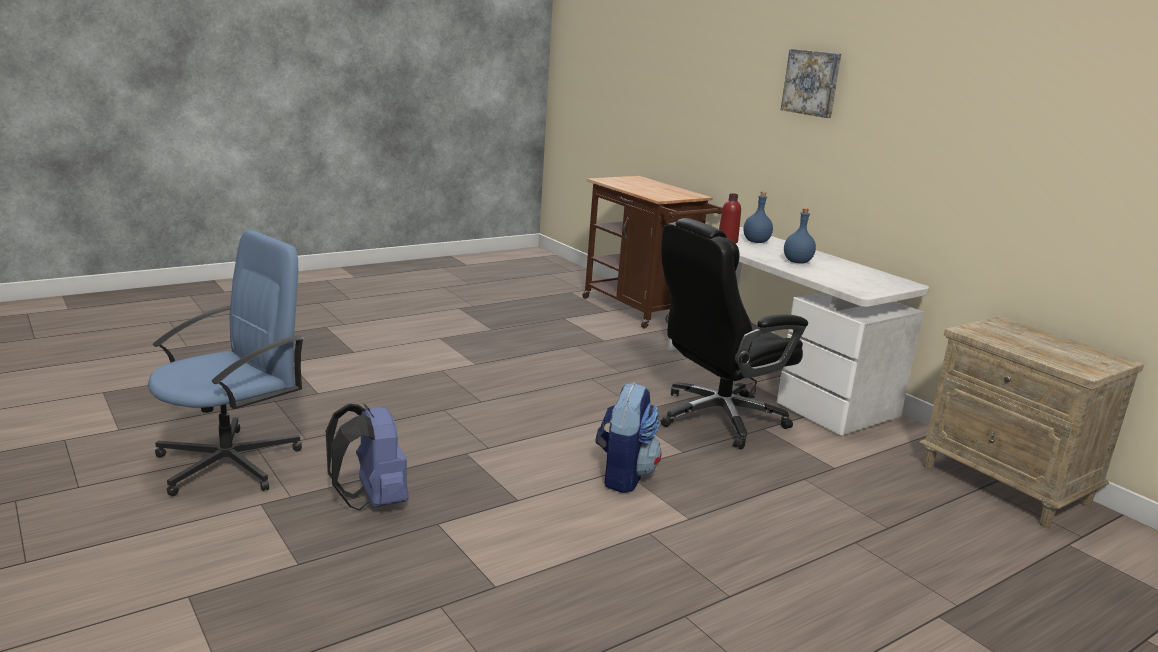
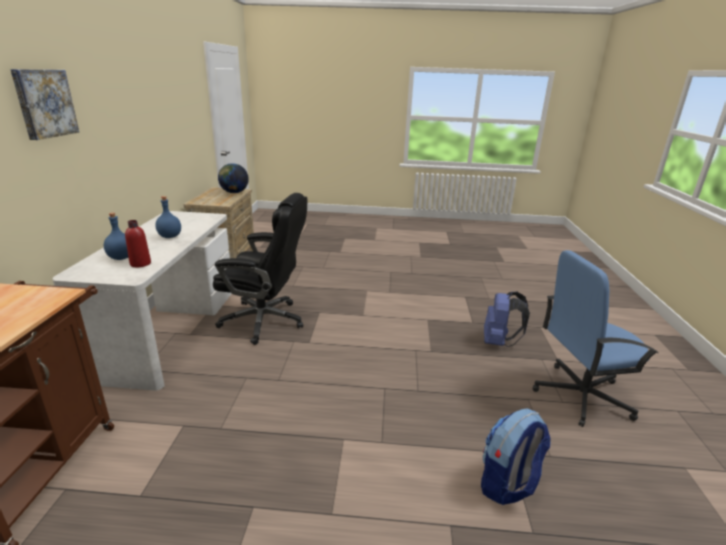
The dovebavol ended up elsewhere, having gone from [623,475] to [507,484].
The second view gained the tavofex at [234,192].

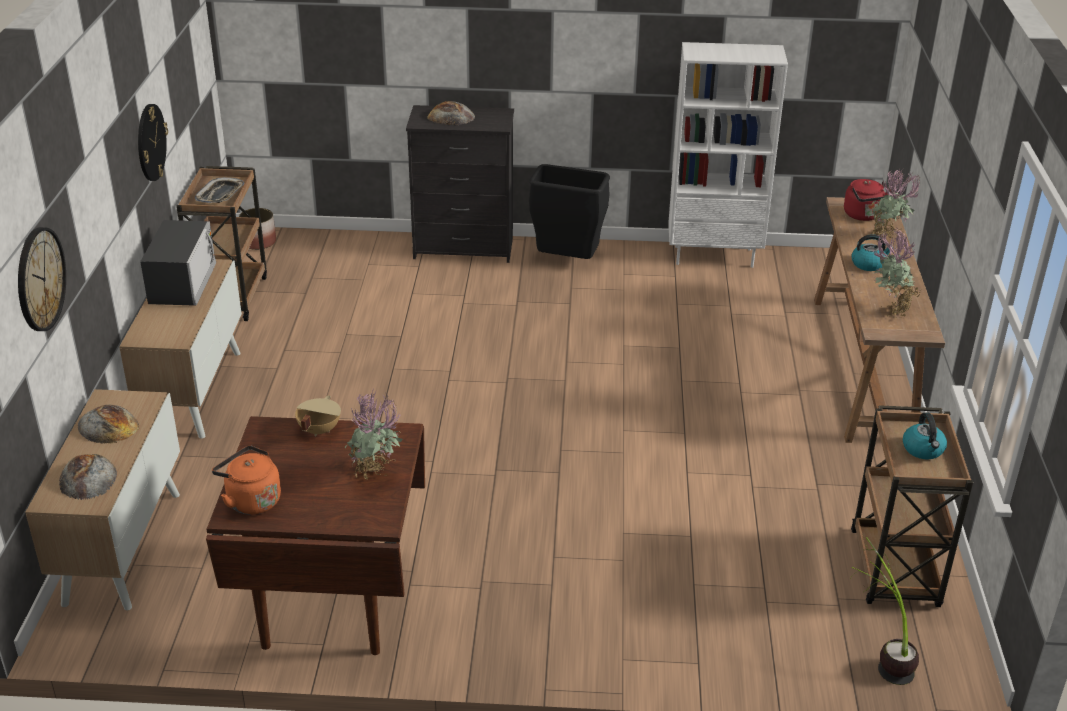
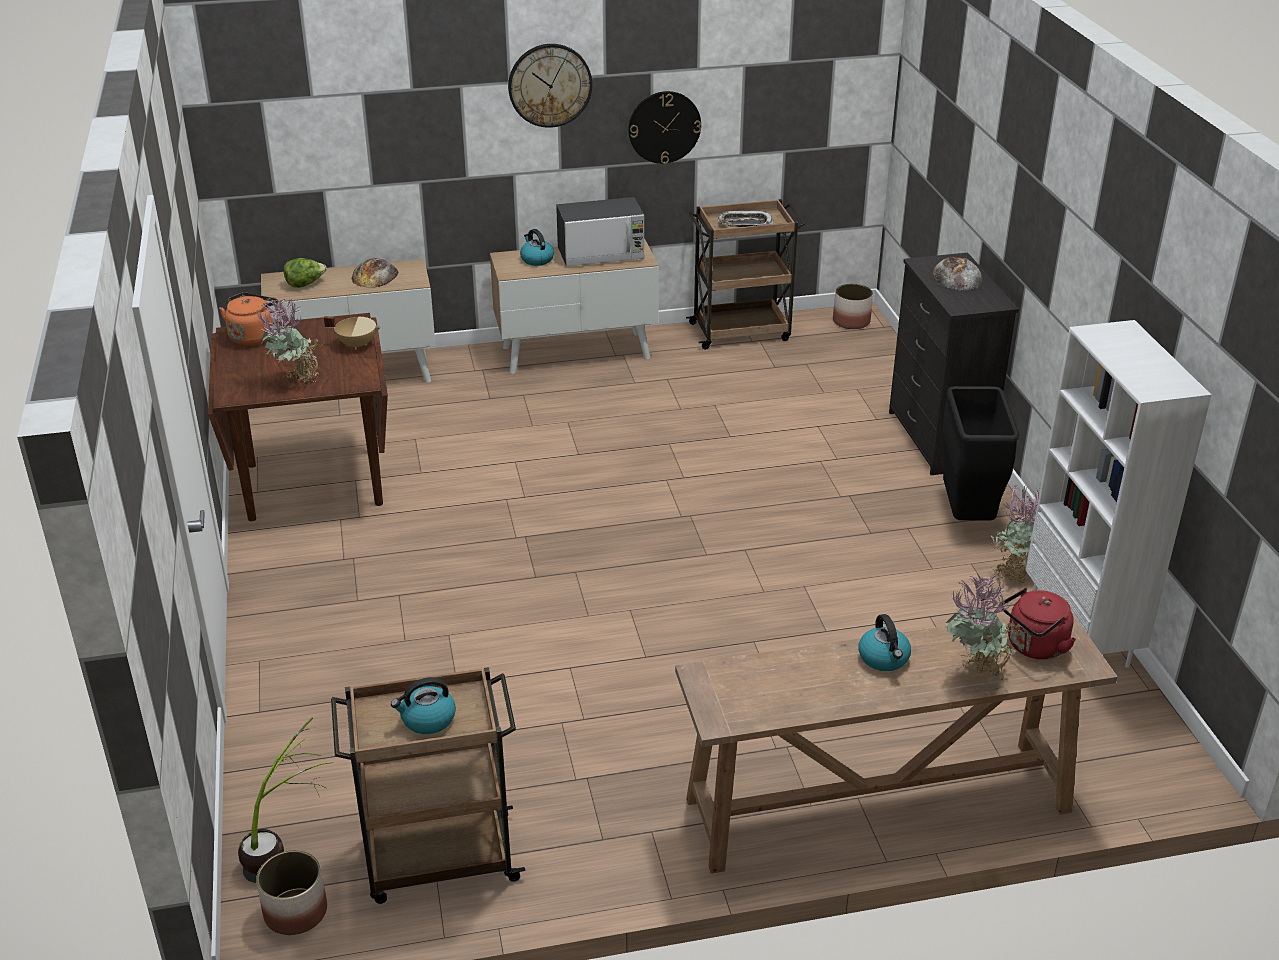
The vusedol ended up elsewhere, having gone from [40,279] to [550,85].
Where the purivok stood at [87,478], the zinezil came to stand at [305,284].
The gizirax ended up elsewhere, having gone from [889,310] to [1012,573].
The second view gained the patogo at [296,912].
The second view gained the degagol at [536,259].

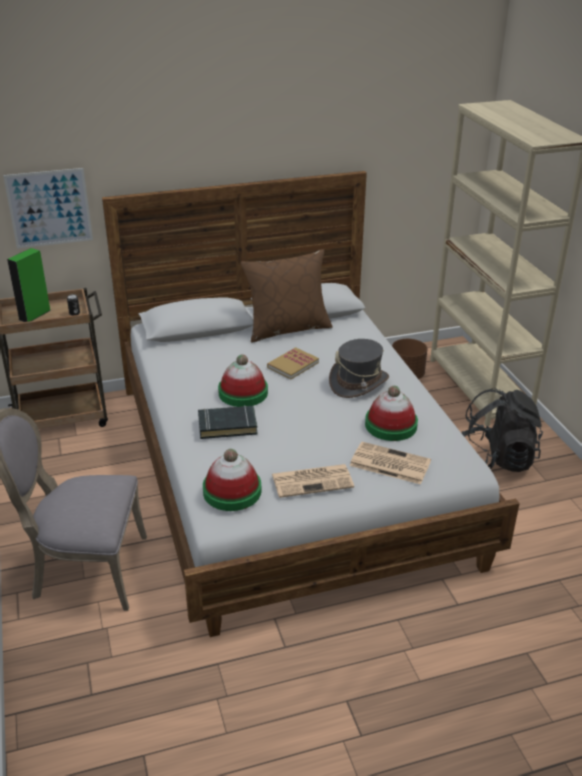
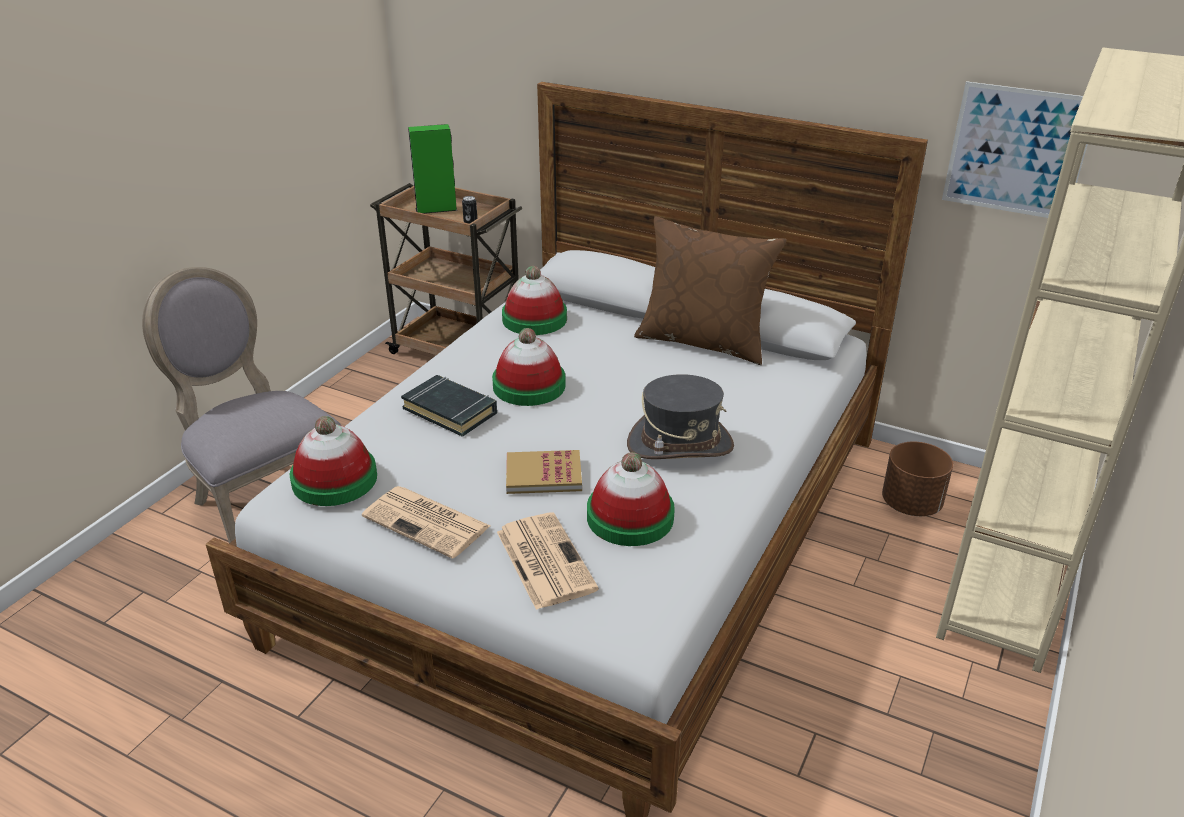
The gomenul ended up elsewhere, having gone from [49,208] to [1016,151].
The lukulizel ended up elsewhere, having gone from [293,365] to [543,474].
The second view lost the black dovebavol at [495,460].
The second view gained the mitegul at [534,319].

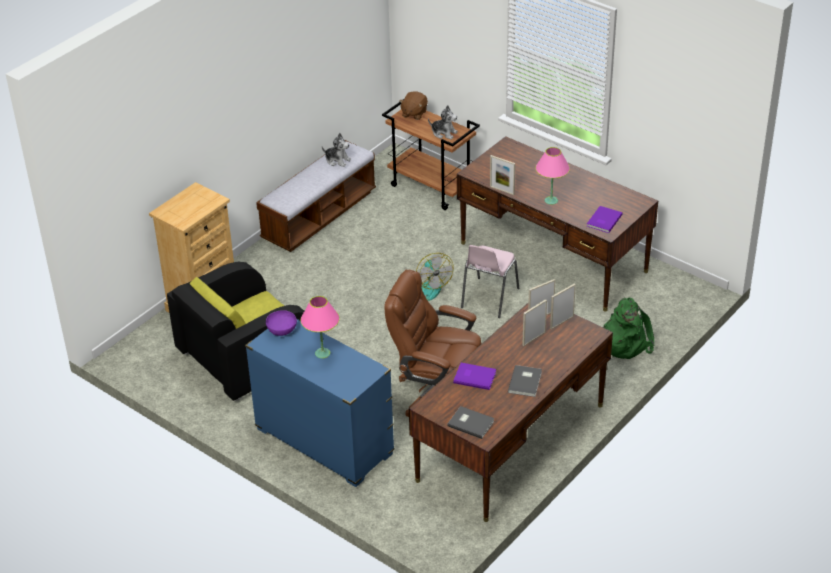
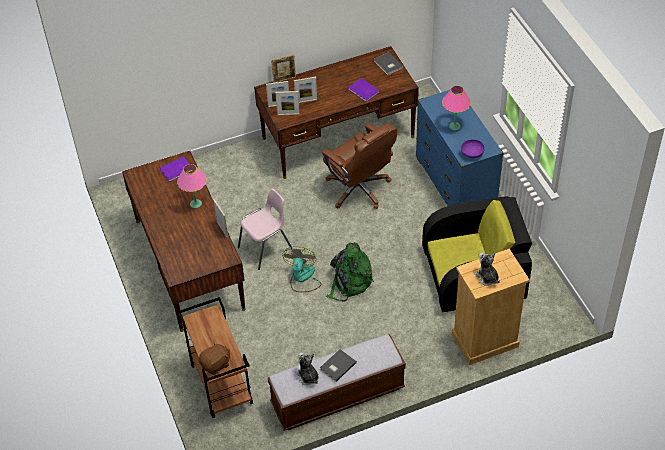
The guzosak ended up elsewhere, having gone from [444,133] to [487,277].
The grey lukulizel ended up elsewhere, having gone from [526,382] to [337,366].
The green dovebavol ended up elsewhere, having gone from [624,341] to [349,282].
The second view gained the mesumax at [284,79].

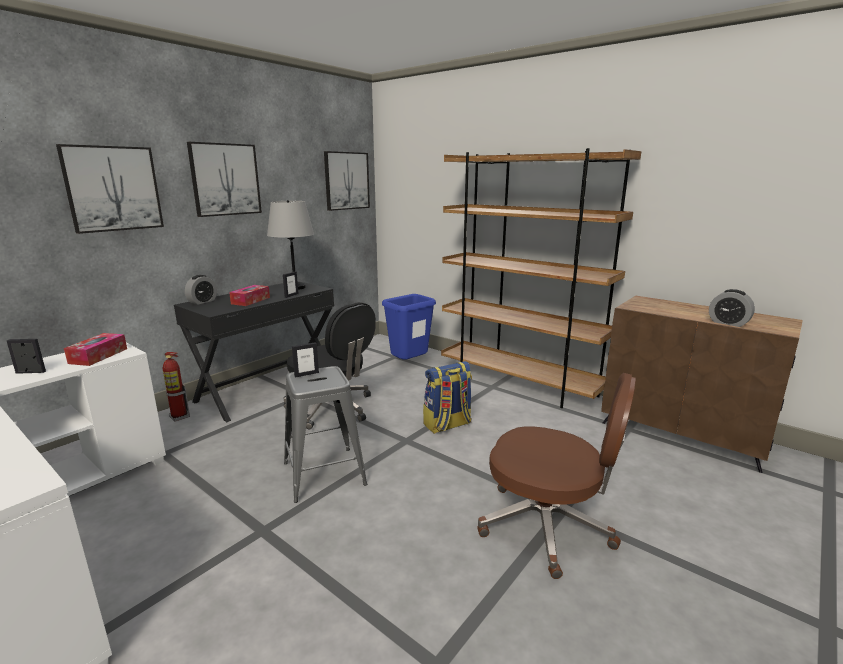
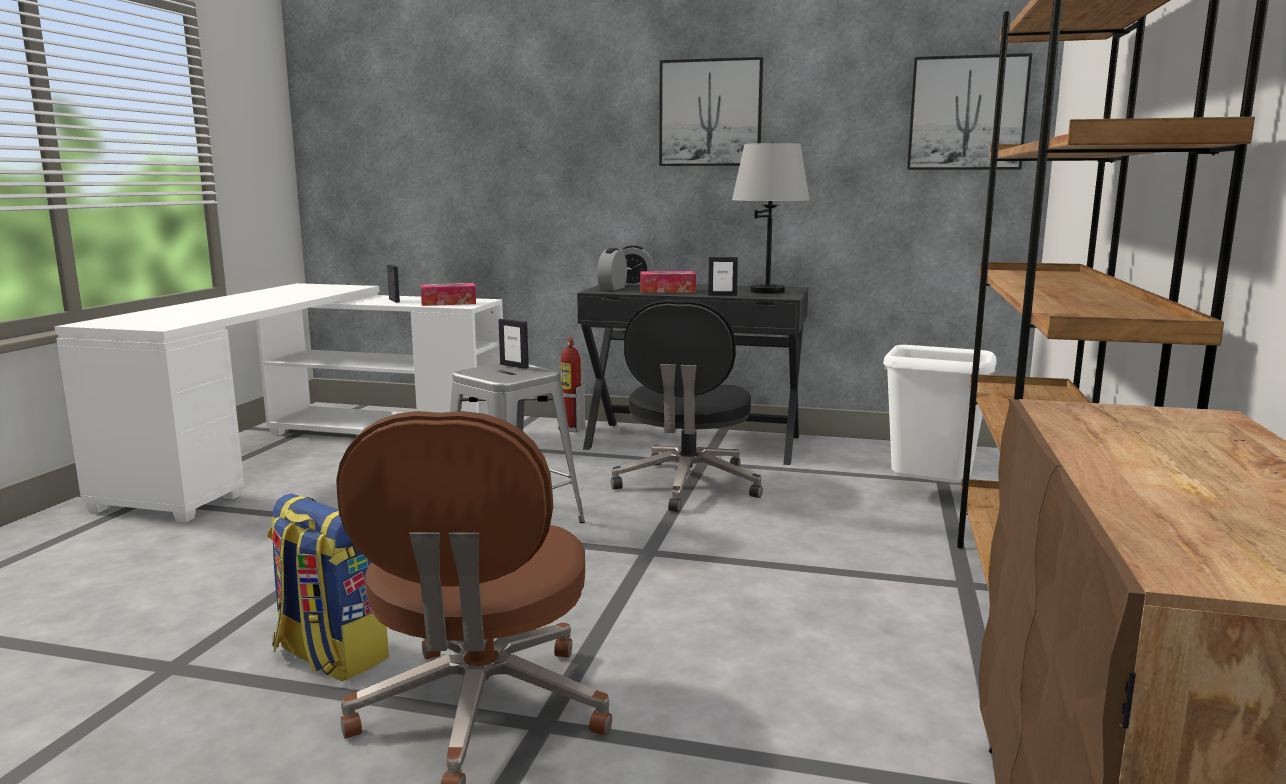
The second view lost the gomenul at [113,189].
What was the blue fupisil at [409,364] turned into the white fupisil at [930,497].
The dovebavol ended up elsewhere, having gone from [447,425] to [329,656].
The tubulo ended up elsewhere, having gone from [728,323] to [612,288].

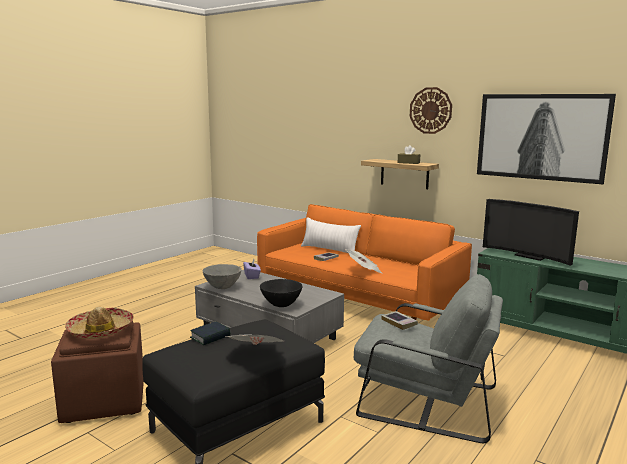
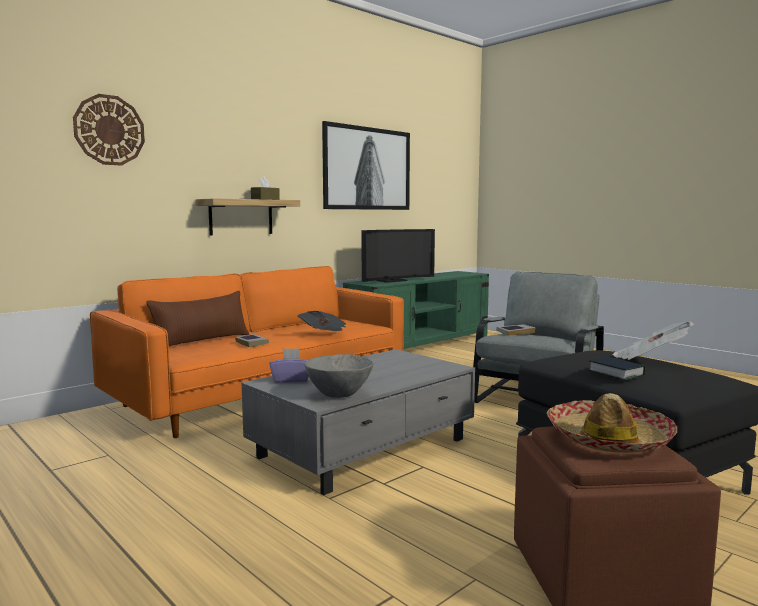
The second view lost the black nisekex at [281,305].
What was the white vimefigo at [329,250] turned into the brown vimefigo at [202,341].
The vusedol ended up elsewhere, having gone from [430,110] to [109,130].

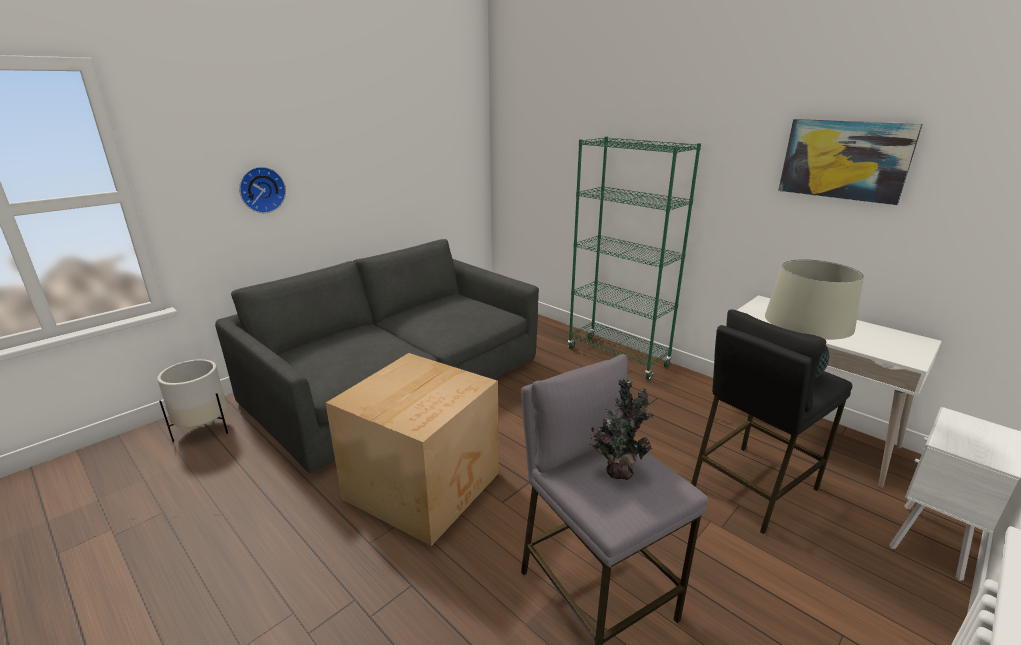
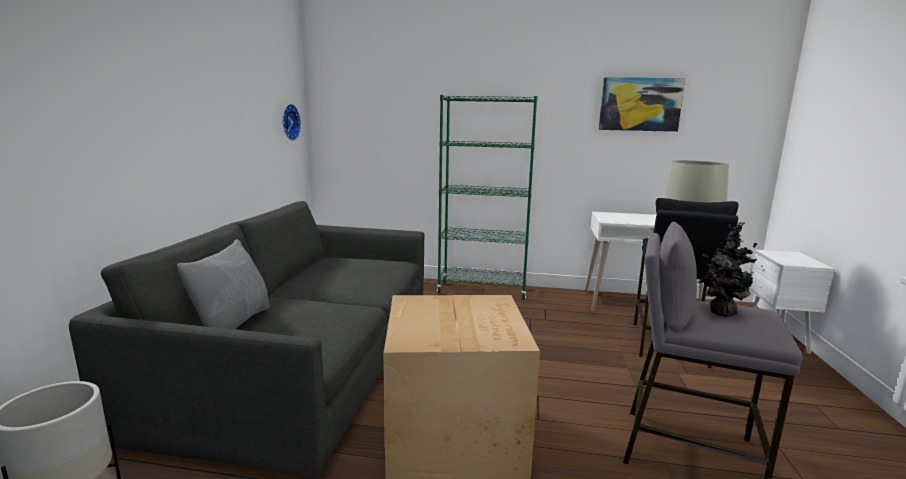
The vusedol ended up elsewhere, having gone from [261,189] to [289,122].
The second view gained the grey vimefigo at [233,322].

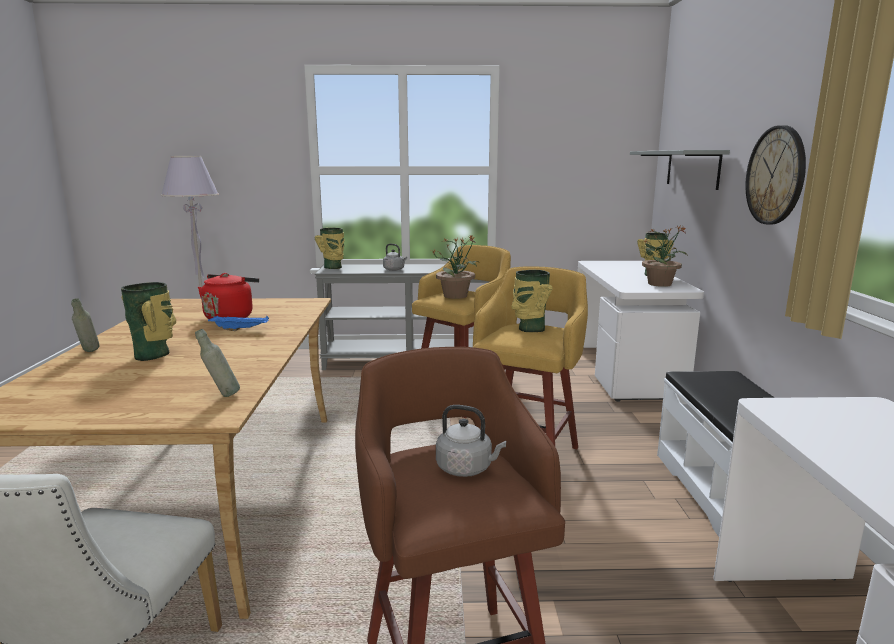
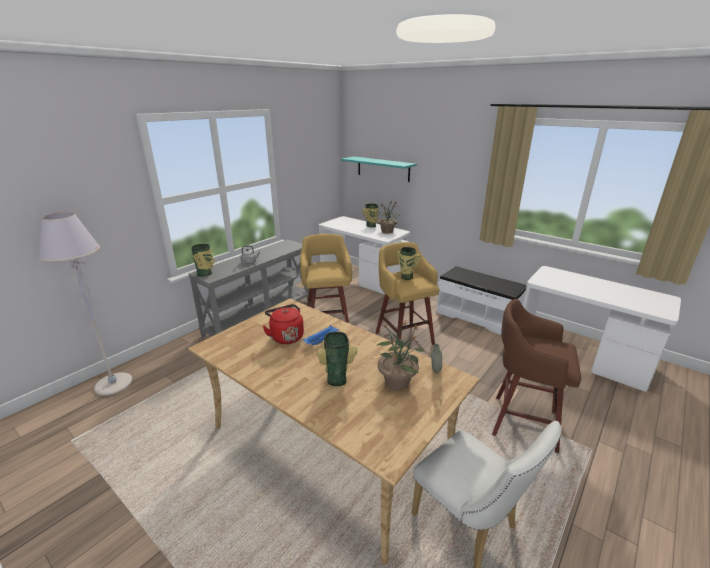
The second view lost the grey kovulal at [89,352].
The gizirax ended up elsewhere, having gone from [456,296] to [397,381].
The second view lost the grey degagol at [467,469].
What was the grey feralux at [692,168] turned into the turquoise feralux at [383,169].
The second view lost the vusedol at [775,175].

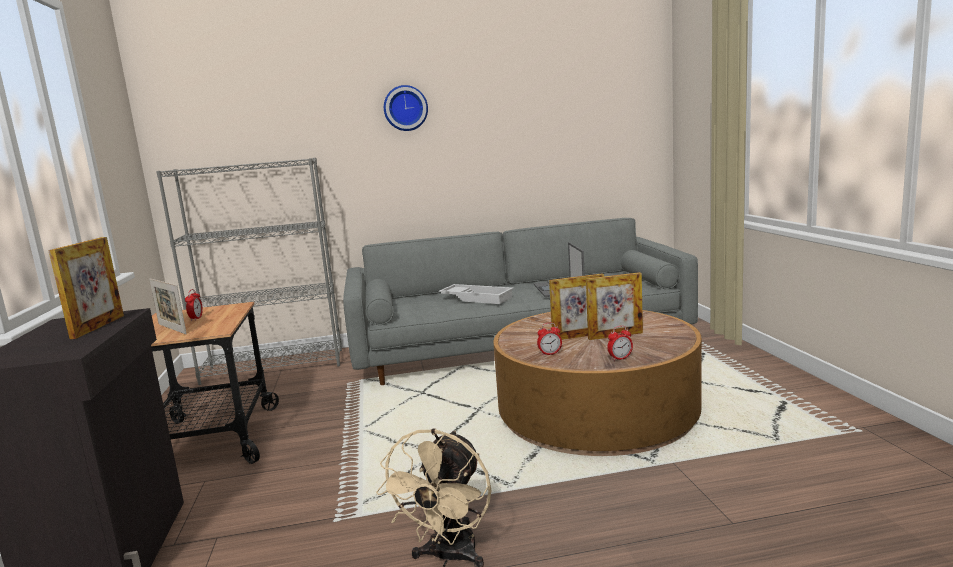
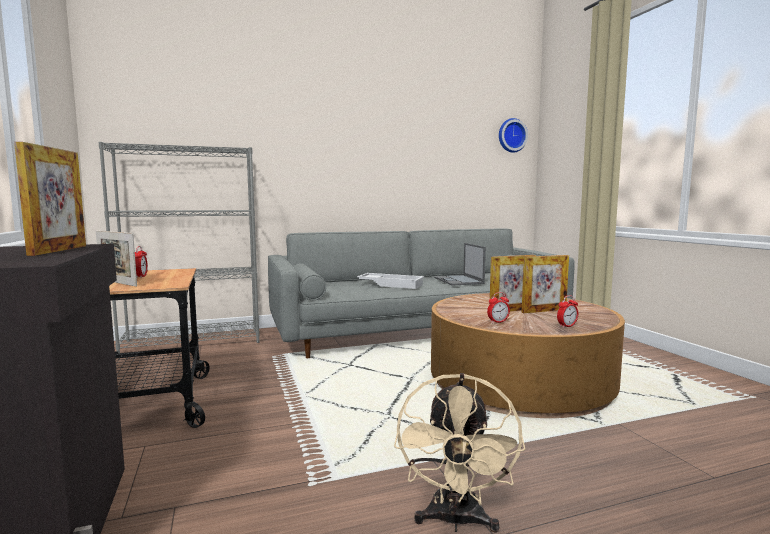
The vusedol ended up elsewhere, having gone from [405,108] to [511,135].

